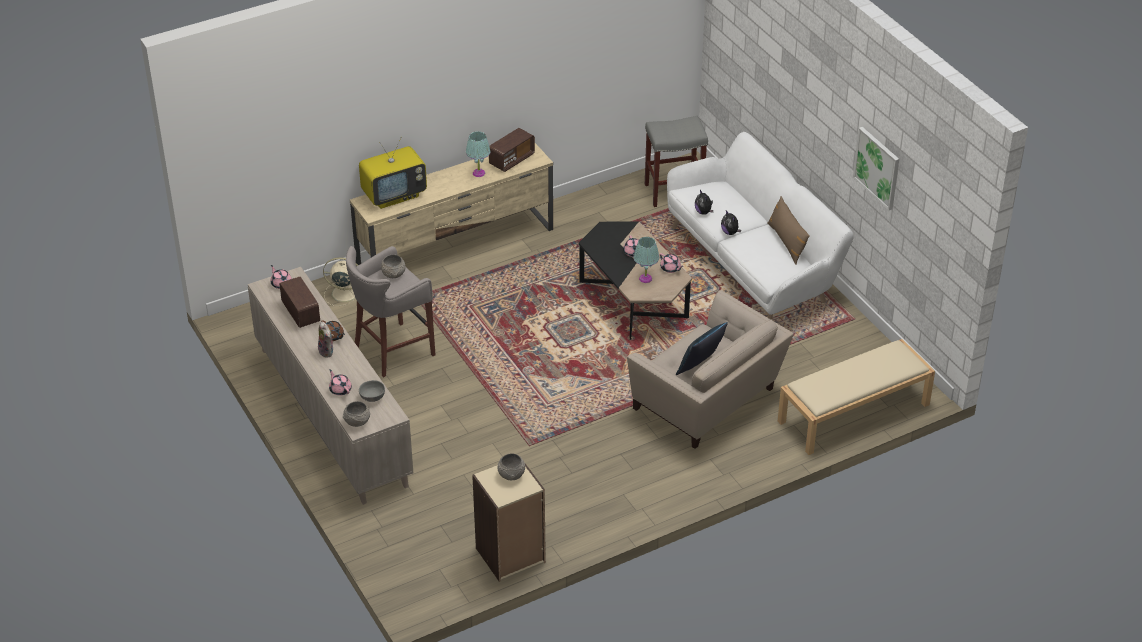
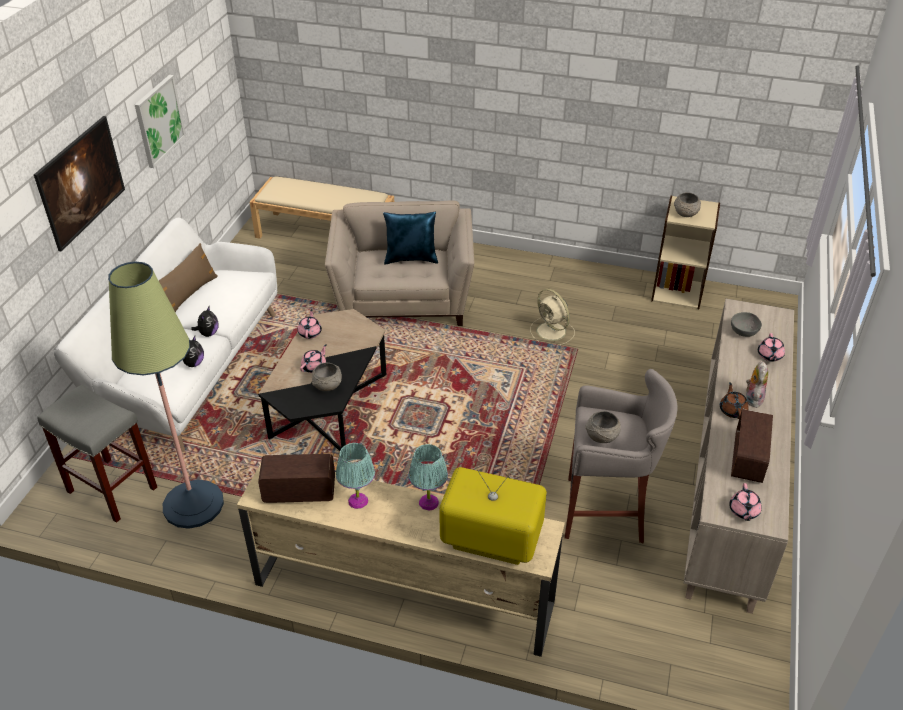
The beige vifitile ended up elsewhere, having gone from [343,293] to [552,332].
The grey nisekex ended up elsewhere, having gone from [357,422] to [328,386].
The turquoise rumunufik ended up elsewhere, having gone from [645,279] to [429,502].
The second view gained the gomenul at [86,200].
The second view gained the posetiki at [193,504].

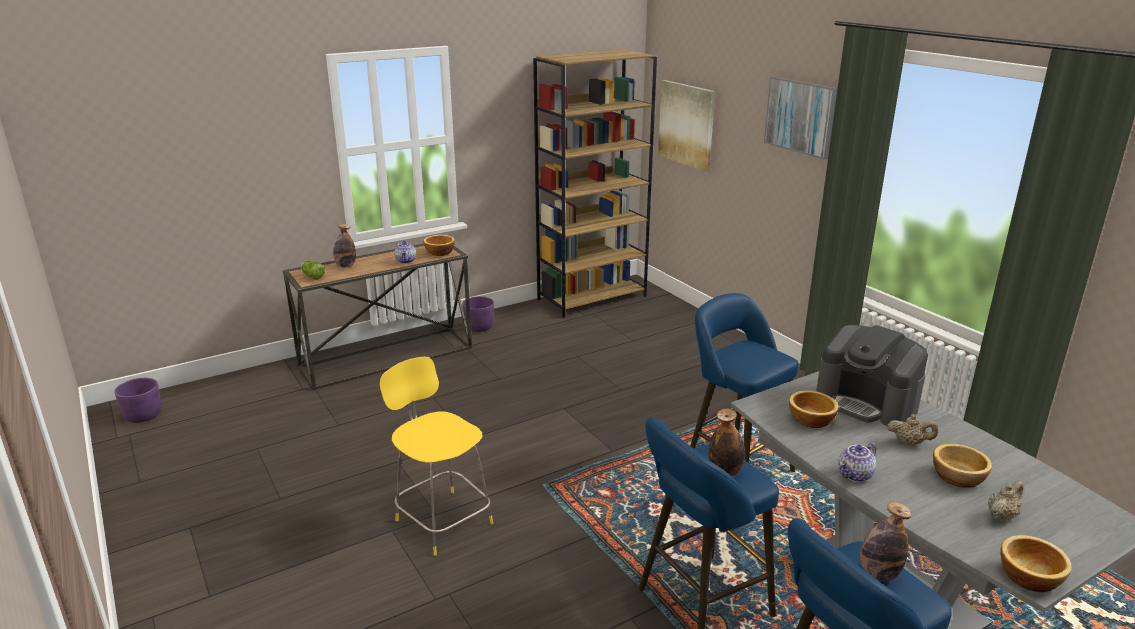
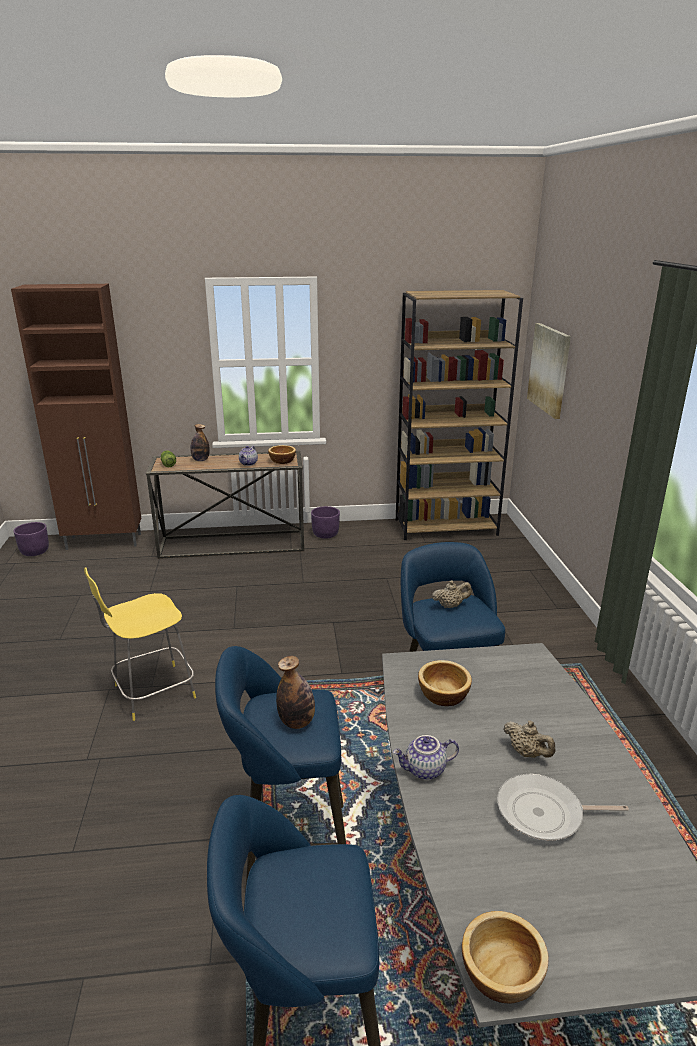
The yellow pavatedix at [442,520] ended up facing another way, 105 degrees counterclockwise from before.
The second view lost the gomenul at [800,116].
The second view lost the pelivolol at [867,402].
The second view lost the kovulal at [878,573].
Where the nisekex stood at [959,477], the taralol came to stand at [544,813].
The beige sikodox ended up elsewhere, having gone from [1001,515] to [450,606].
The second view gained the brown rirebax at [105,542].

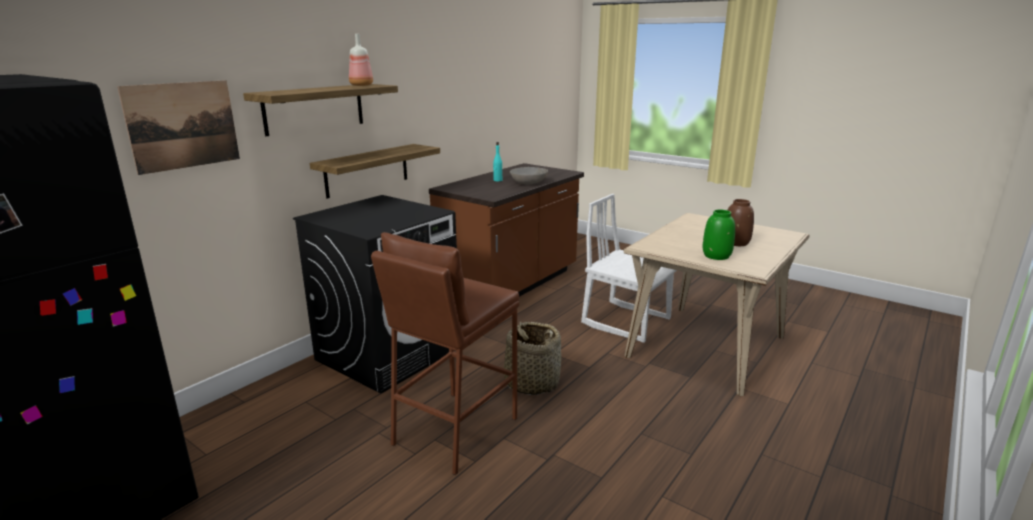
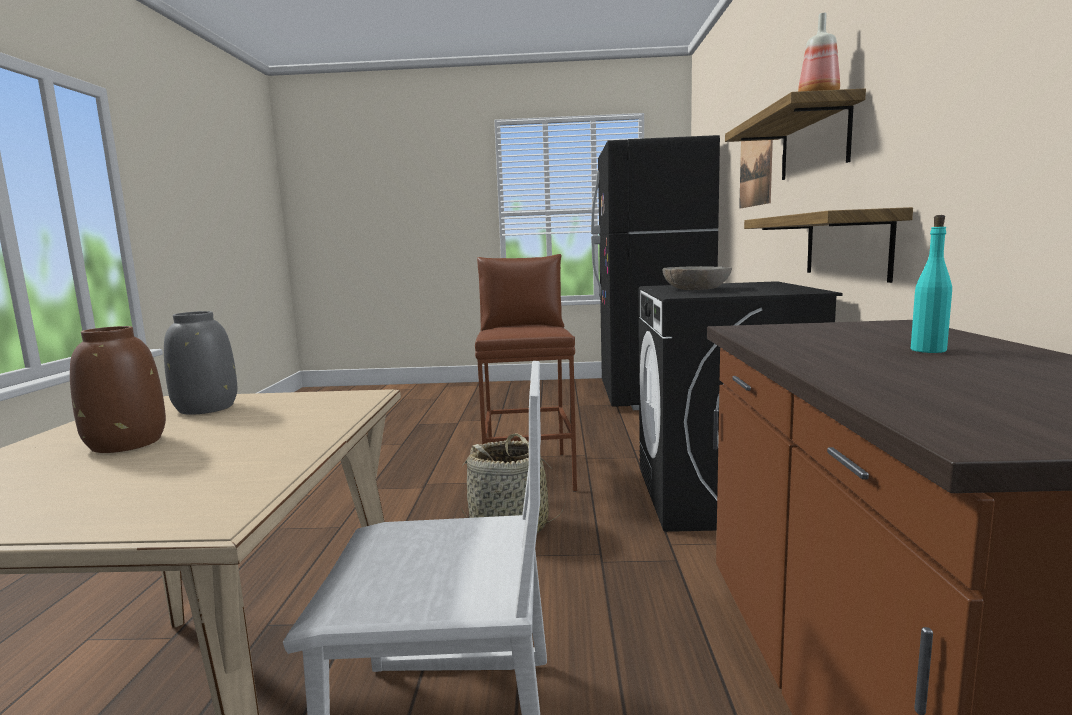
The grey nisekex ended up elsewhere, having gone from [528,182] to [696,289].
What was the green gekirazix at [717,256] turned into the grey gekirazix at [205,408].

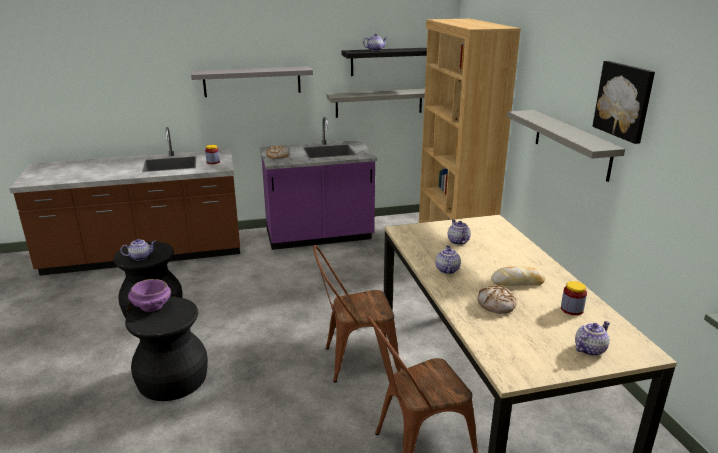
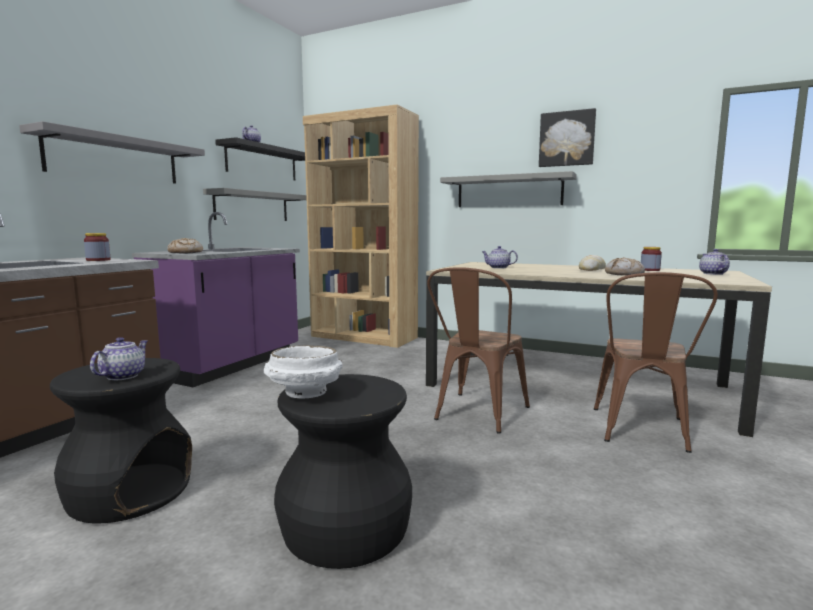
What was the purple nisekex at [151,306] turned into the white nisekex at [304,393].
The second view lost the sikodox at [446,270].

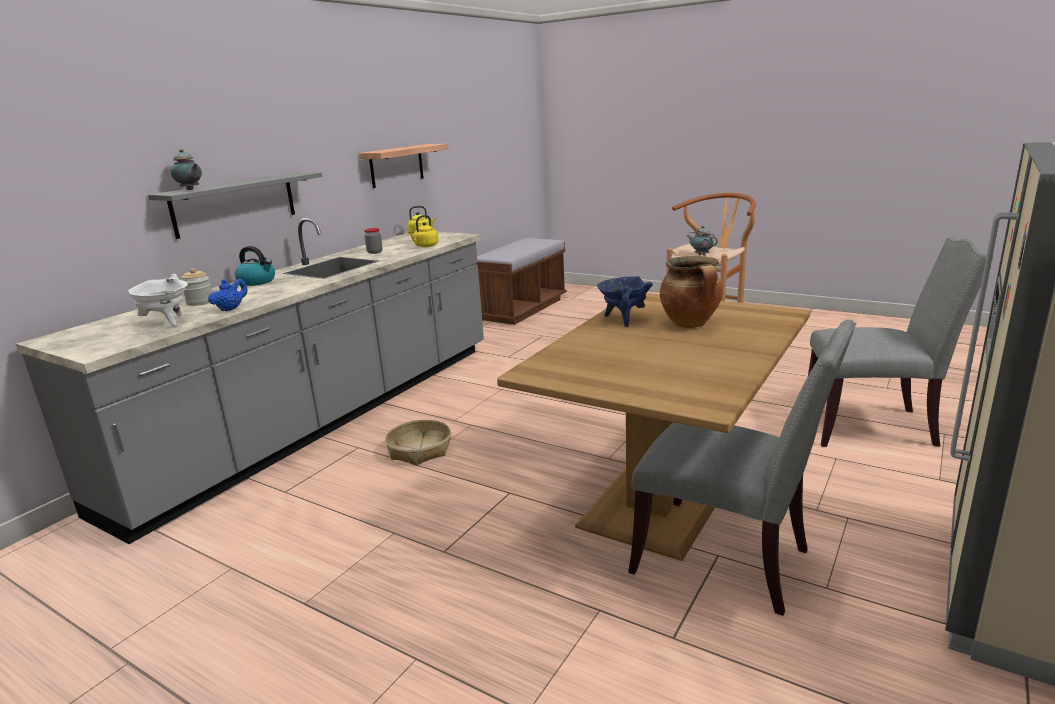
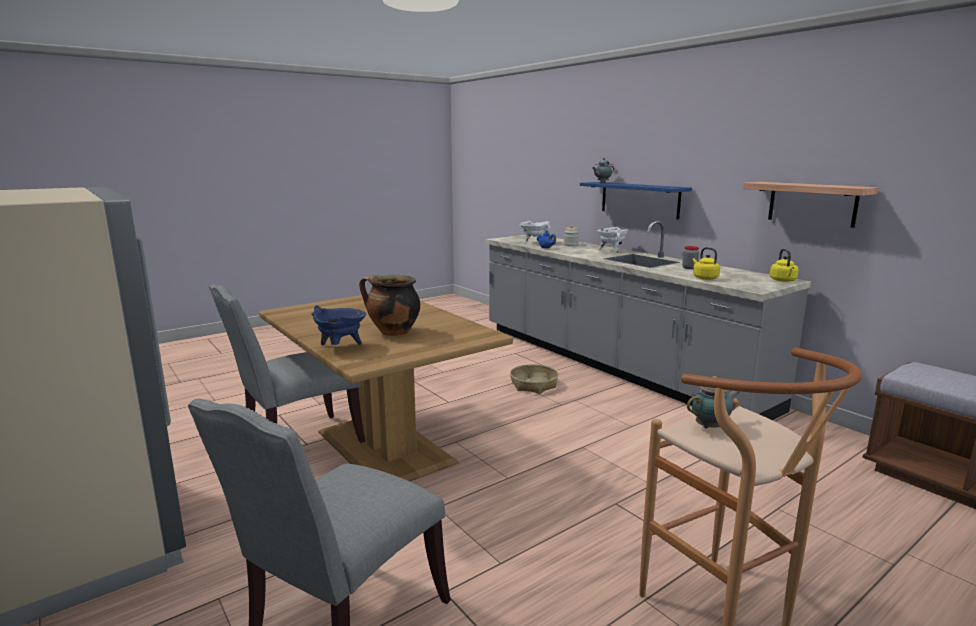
What was the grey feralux at [235,204] turned into the blue feralux at [639,199].
Where the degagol stood at [257,282], the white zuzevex came to stand at [611,250].
The blue zuzevex ended up elsewhere, having gone from [624,319] to [340,347].

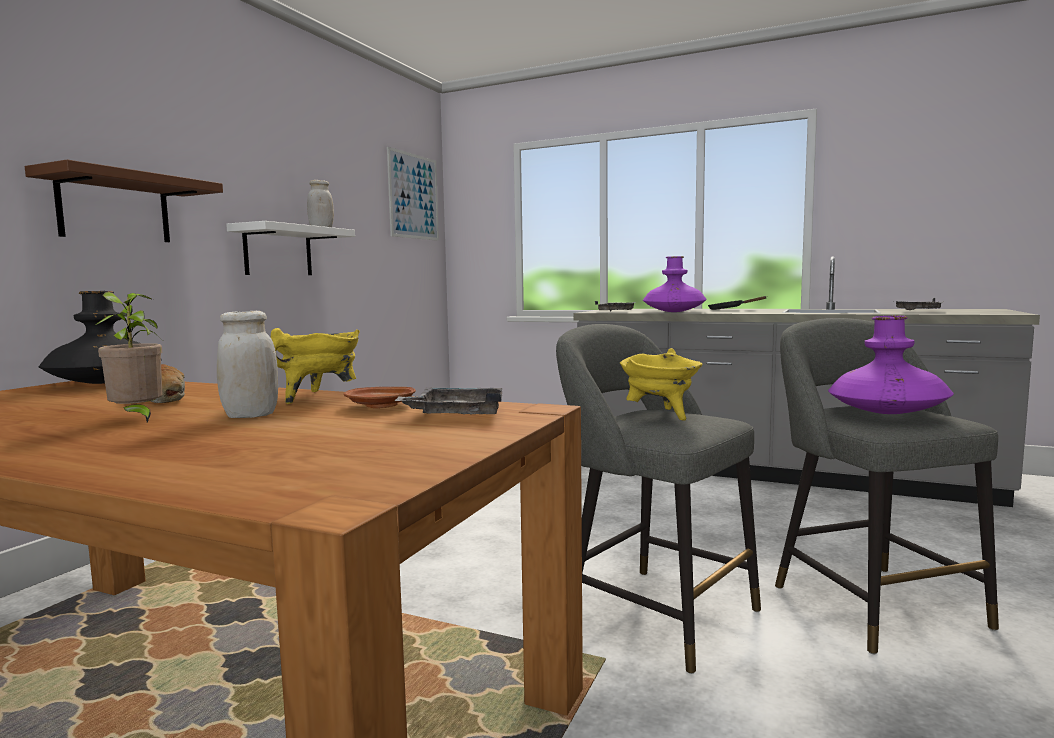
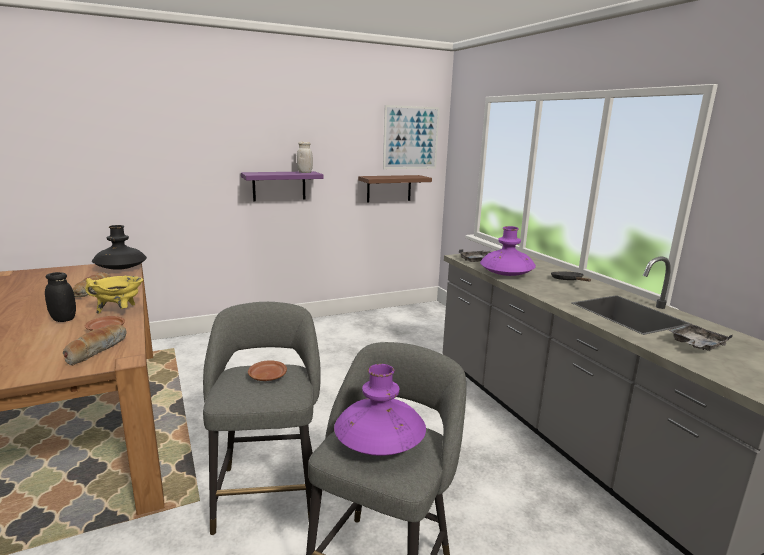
The brown feralux ended up elsewhere, having gone from [114,209] to [389,188].
The second view lost the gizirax at [137,419].
What was the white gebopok at [250,415] turned into the black gebopok at [63,319].
What was the white feralux at [278,251] turned into the purple feralux at [279,186].
Where the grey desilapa stood at [456,414], the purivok came to stand at [96,350].
Where the yellow zuzevex stood at [661,415], the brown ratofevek came to stand at [267,376].

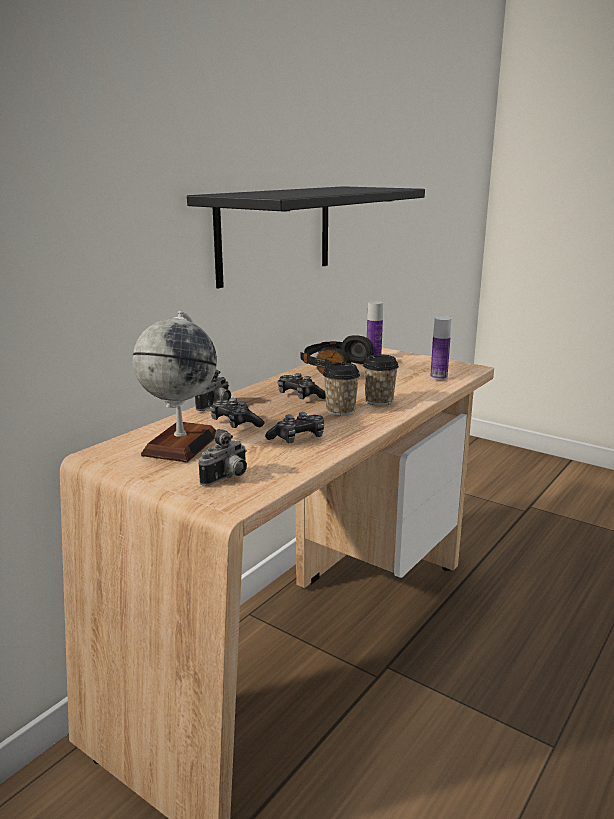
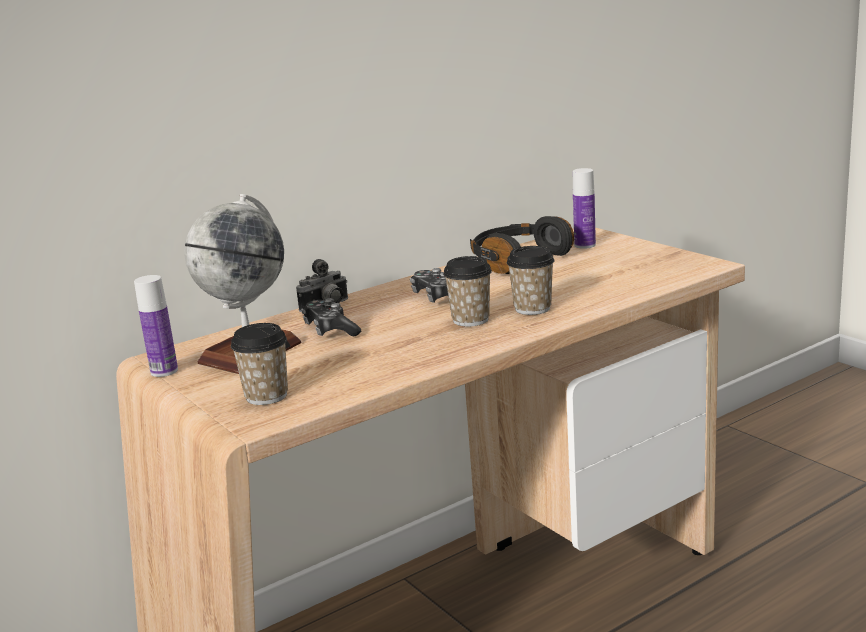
The second view lost the black feralux at [275,233].
Where the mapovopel stood at [227,478], the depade came to stand at [266,396].
The second view lost the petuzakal at [298,438].
The kovulal ended up elsewhere, having gone from [438,377] to [164,371].

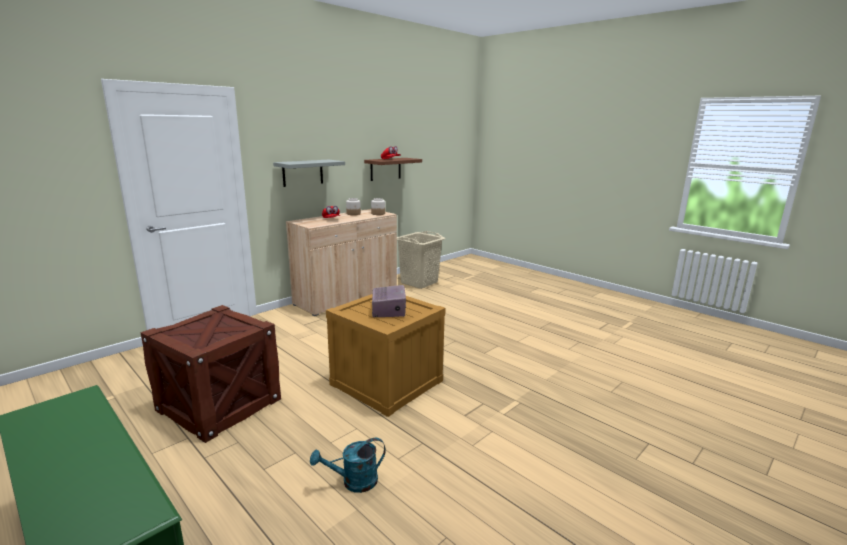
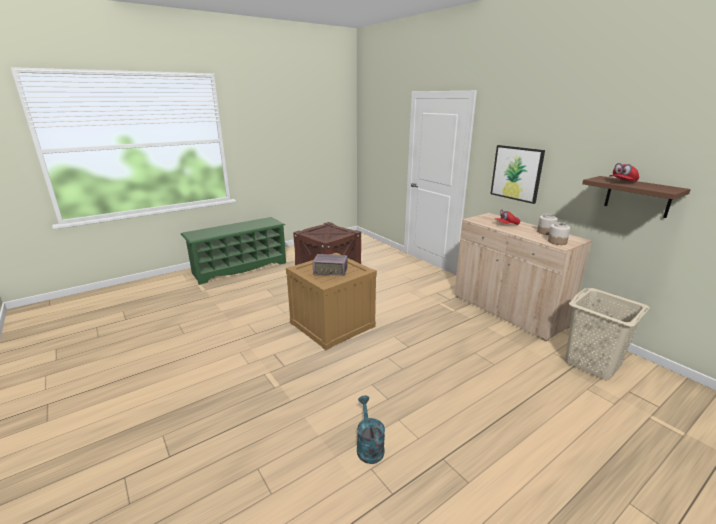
Where the grey feralux hung at [302,173], the gomenul came to hang at [516,173].
The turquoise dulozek ended up elsewhere, having gone from [353,482] to [368,446].

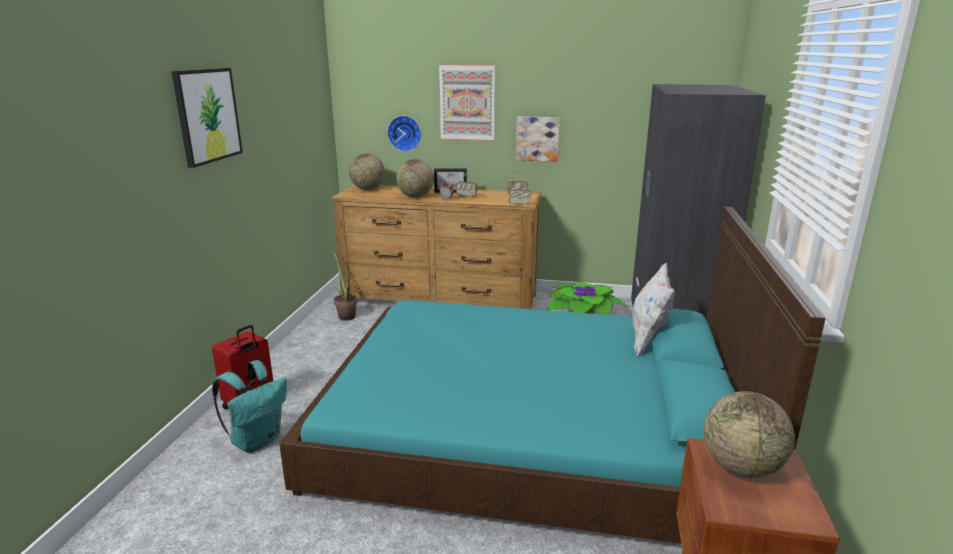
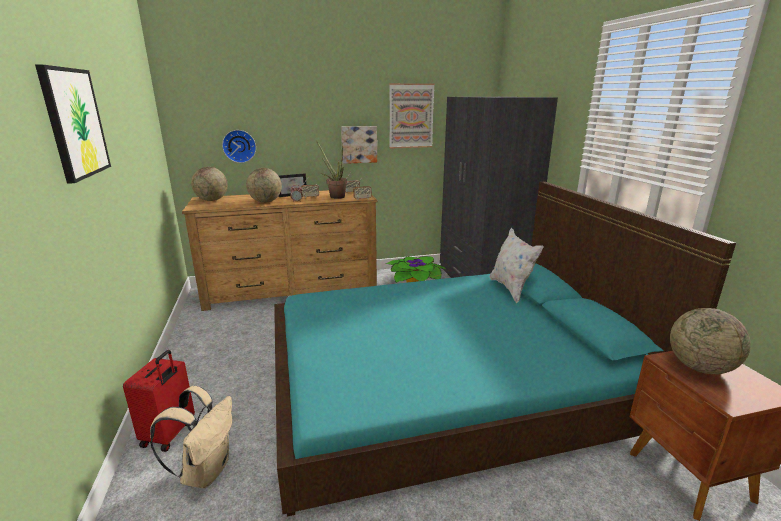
What was the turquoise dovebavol at [257,440] turned into the beige dovebavol at [205,470].
The gizirax ended up elsewhere, having gone from [346,315] to [335,196].
The gomenul ended up elsewhere, having gone from [467,102] to [411,116].

